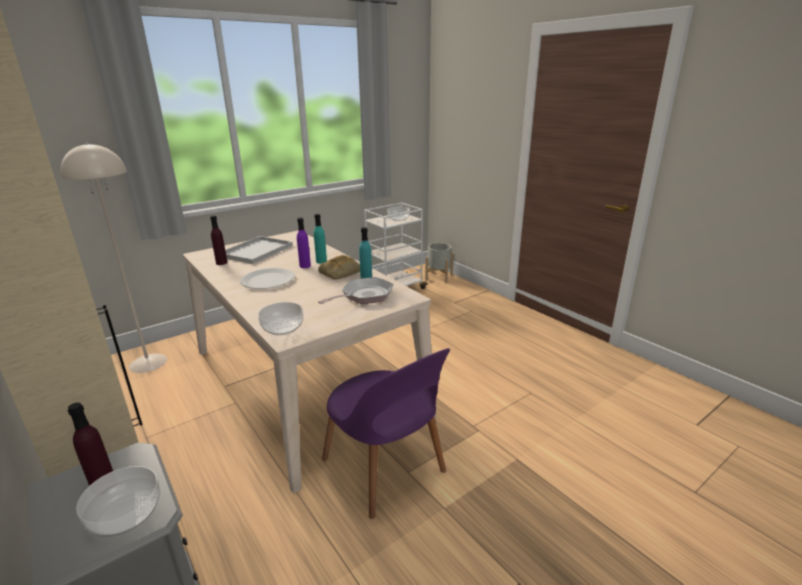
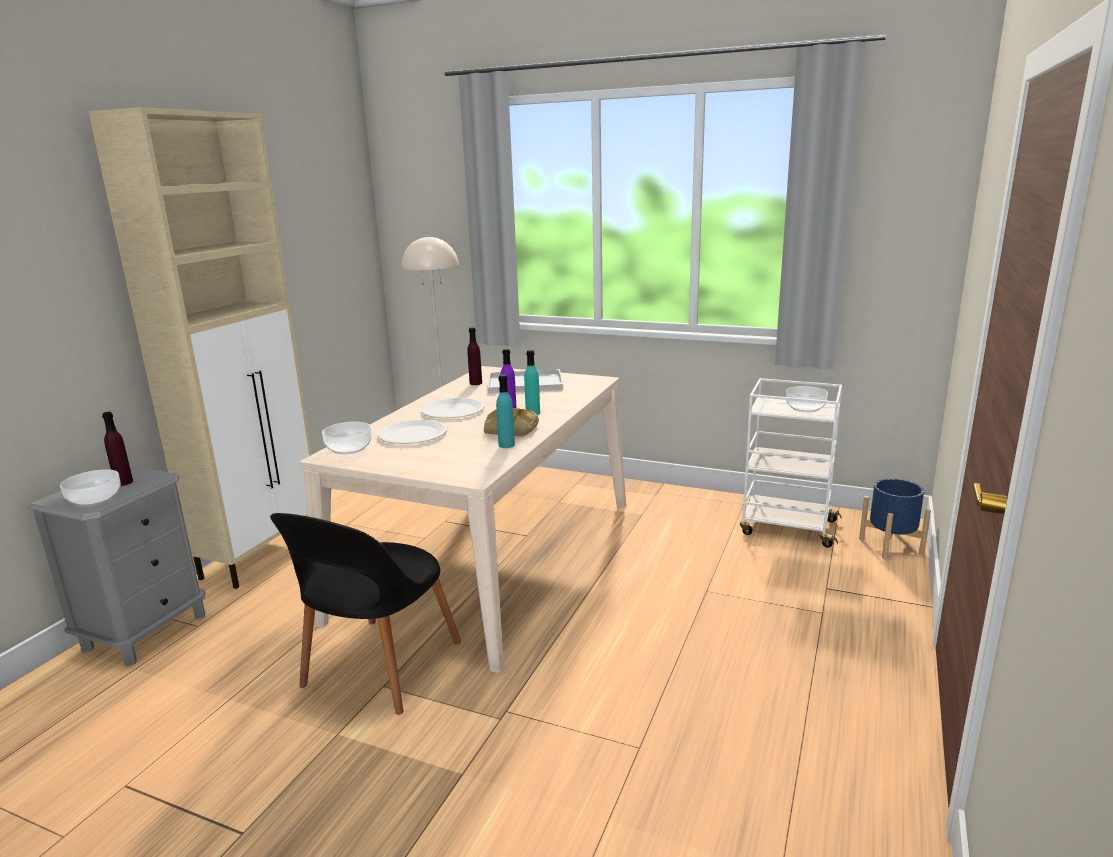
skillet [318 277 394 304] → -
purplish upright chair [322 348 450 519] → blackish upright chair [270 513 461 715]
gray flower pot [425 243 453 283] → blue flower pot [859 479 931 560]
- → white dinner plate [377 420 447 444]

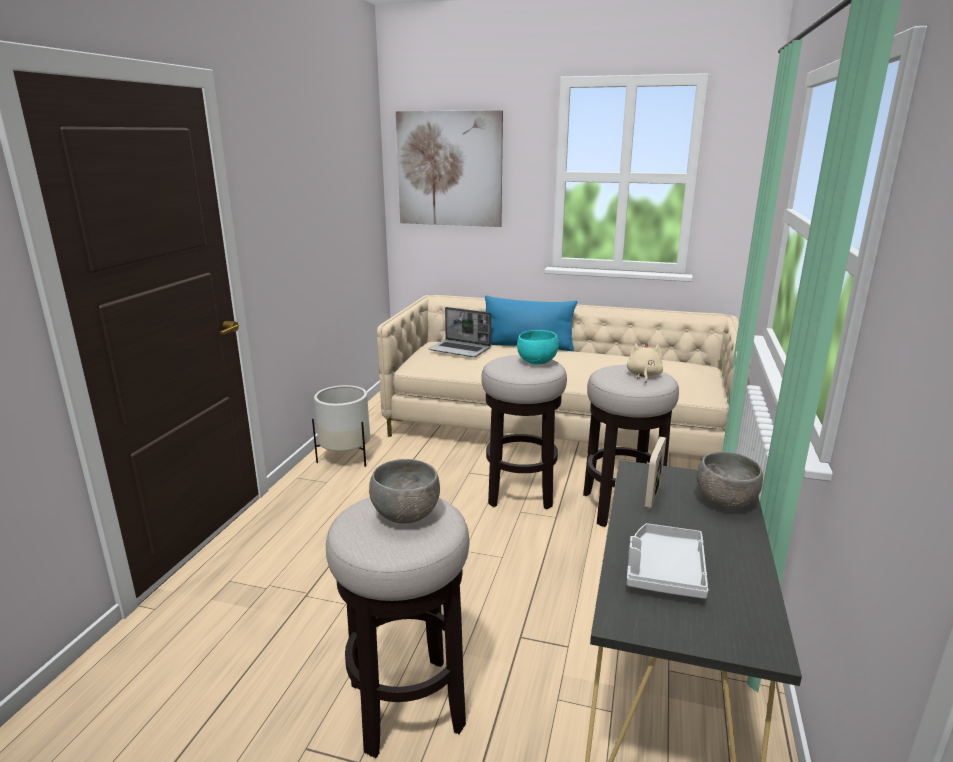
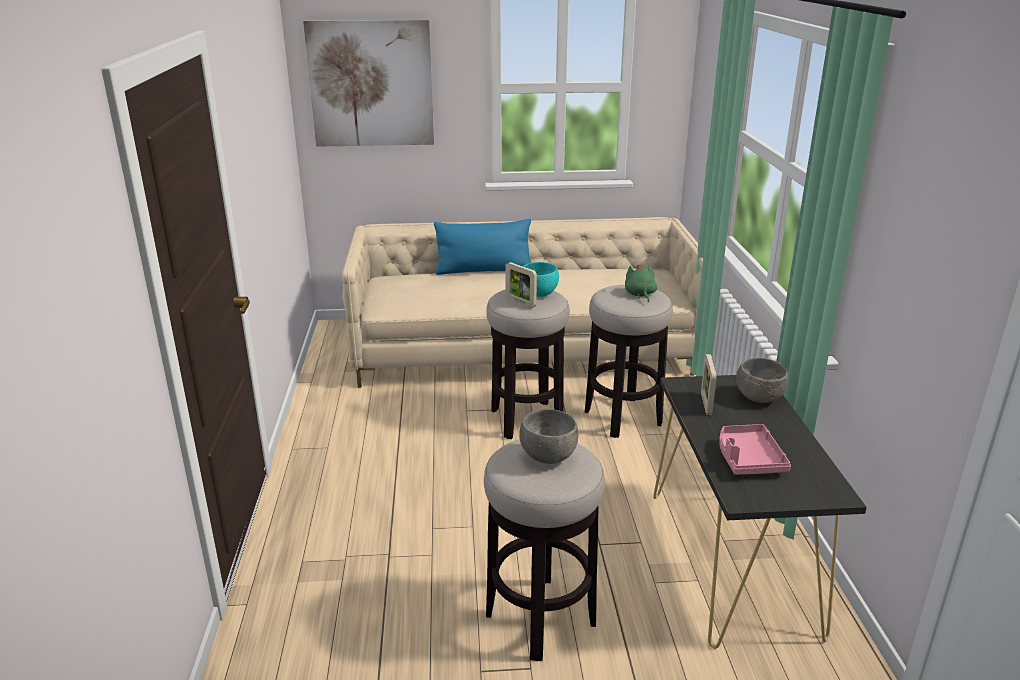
white flower pot [312 385 370 467] → -
laptop [429 307 491 357] → -
beige soft toy [627 343 663 383] → greenish soft toy [625 264 657 303]
gray tray [627 523 708 599] → pinkish tray [719 424 791 475]
- → standing frame [505 262 537 308]

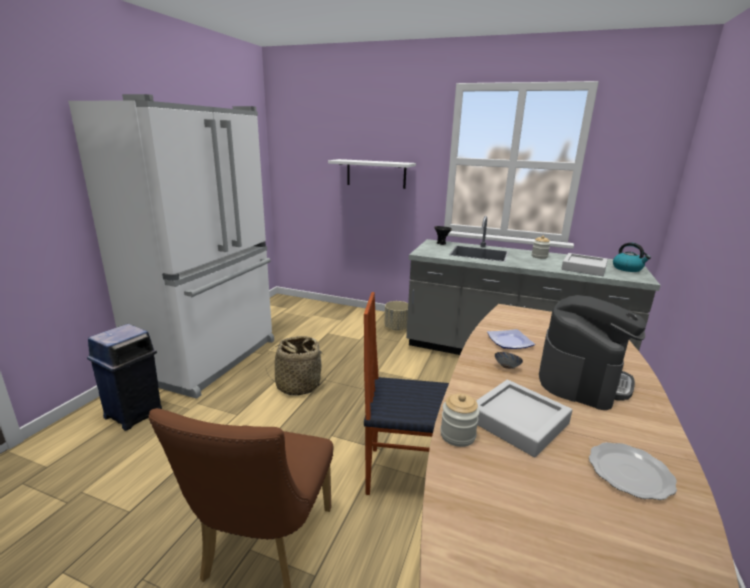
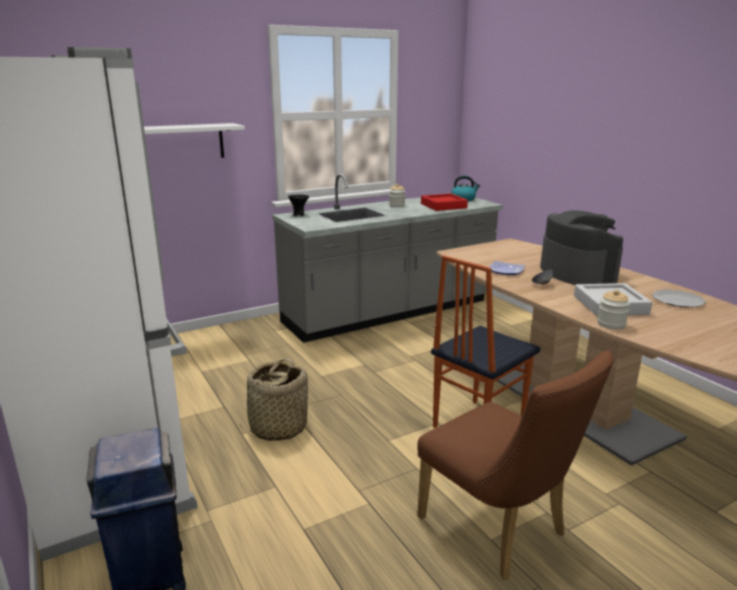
beige flower pot [384 301 408 330] → -
gray tray [562 253 608 276] → reddish tray [421 193 468 211]

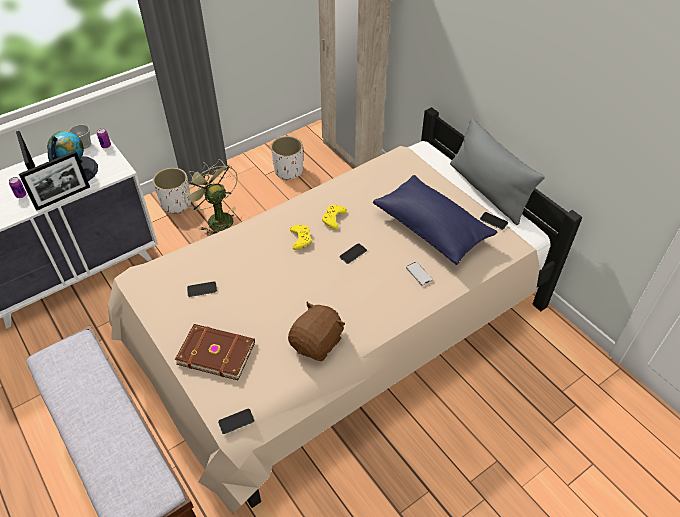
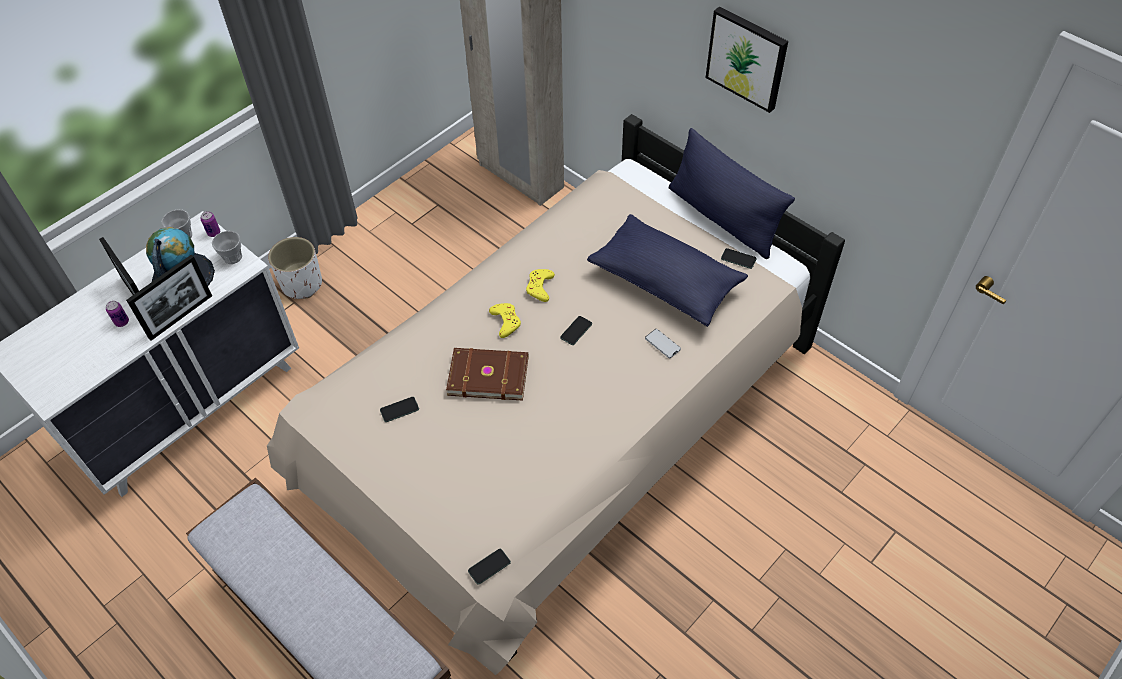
brown-coloured book [175 324 255 380] → brown-coloured book [446 348 528 401], move
greenish fan [180 159 238 236] → -
white flower pot [271 136 303 180] → -
brown-coloured soft toy [288 302 345 361] → -
gray cushion [450 117 545 225] → blue cushion [669 128 795 259]
- → cup [212 231 242 264]
- → picture [705 6 788 113]

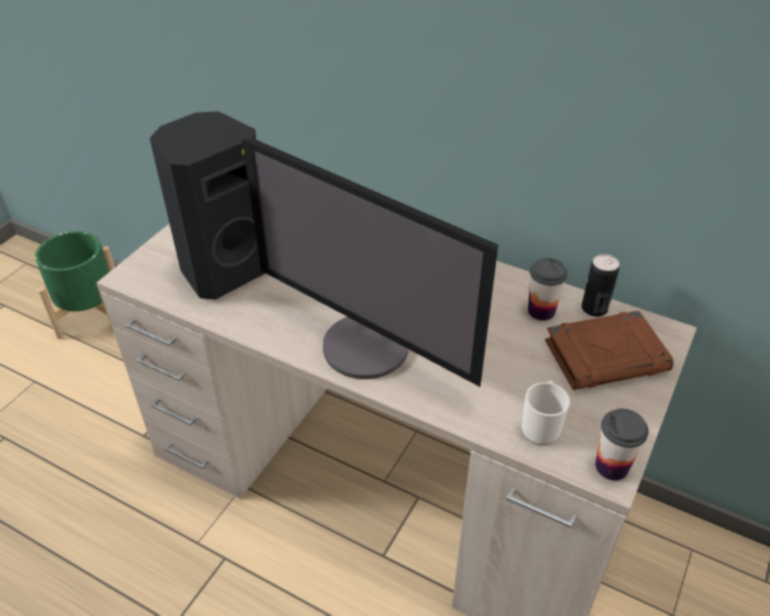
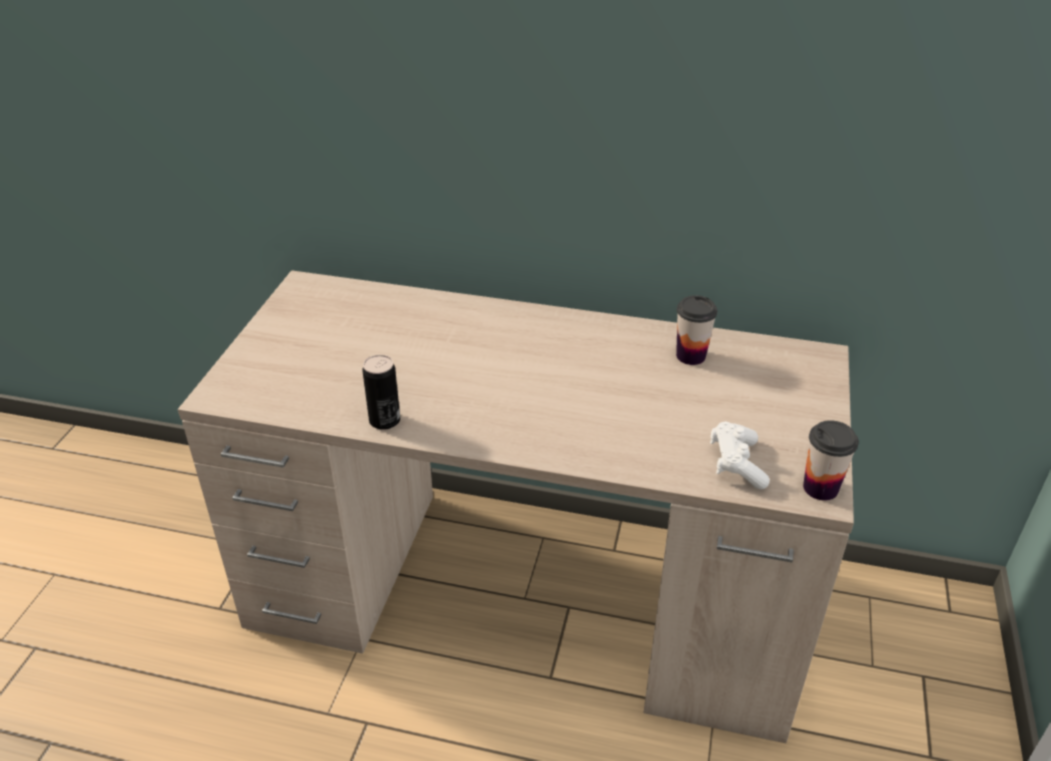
greenish flower pot [35 231 115 339] → -
blackish loudspeaker [150 111 266 300] → -
computer display [242 138 498 387] → -
coffee mug [522 380 570 445] → white joypad [710 422 770 489]
brown-coloured book [545 310 673 390] → -
can [582 254 619 317] → can [362 355 400 430], move

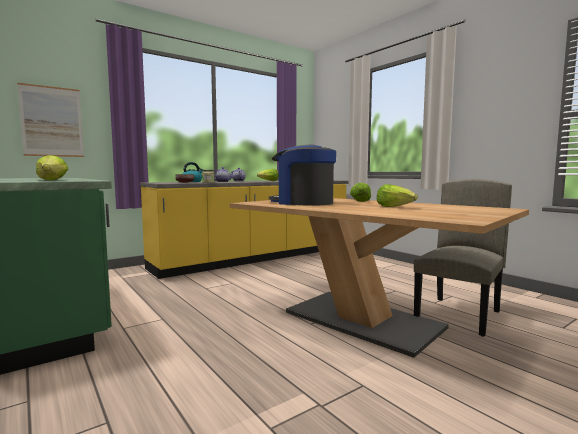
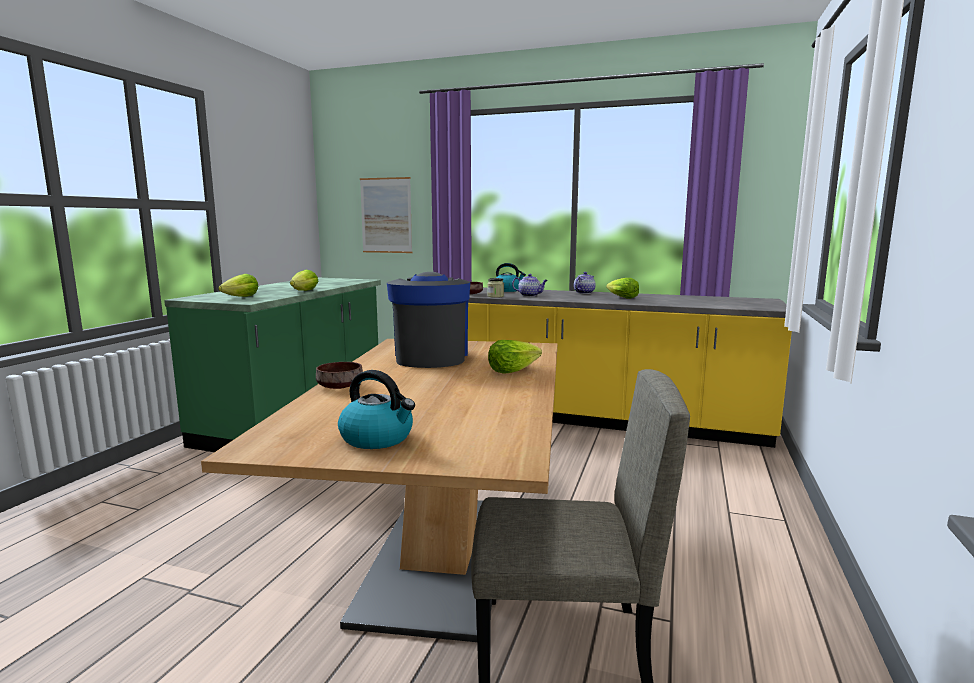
lettuce head [377 184 417 207] → lettuce head [290 270 319 291], move
- → brown-coloured bowl [316 362 363 389]
- → water kettle [338 370 415 449]

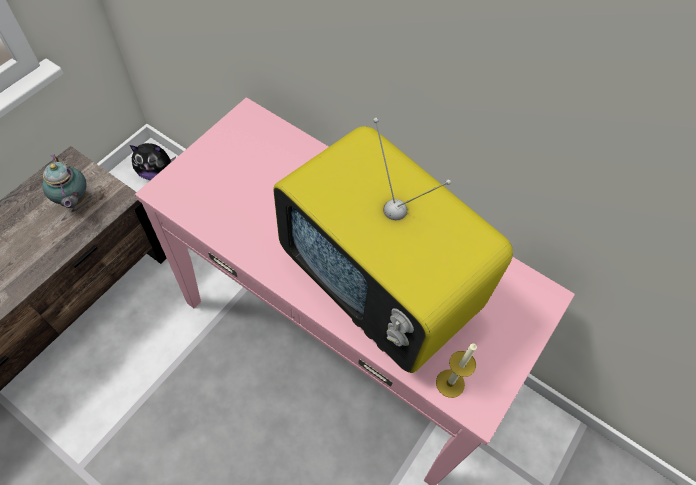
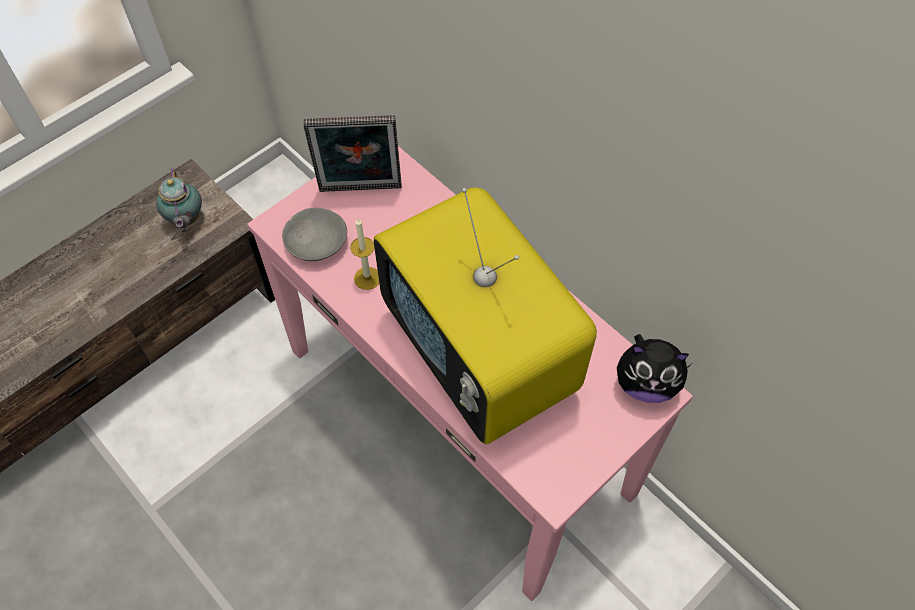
soft toy [130 143 176 180] → soft toy [617 334 691 403], move
candle [436 344 477 398] → candle [350 218 379 290], move
- → gray bowl [282 208 347 261]
- → standing frame [303 115 402 192]

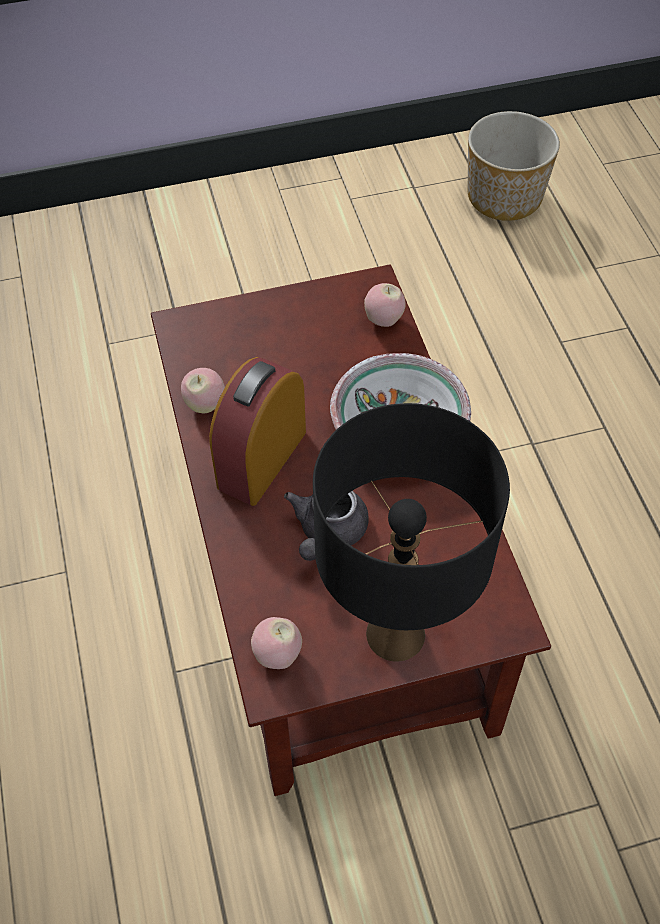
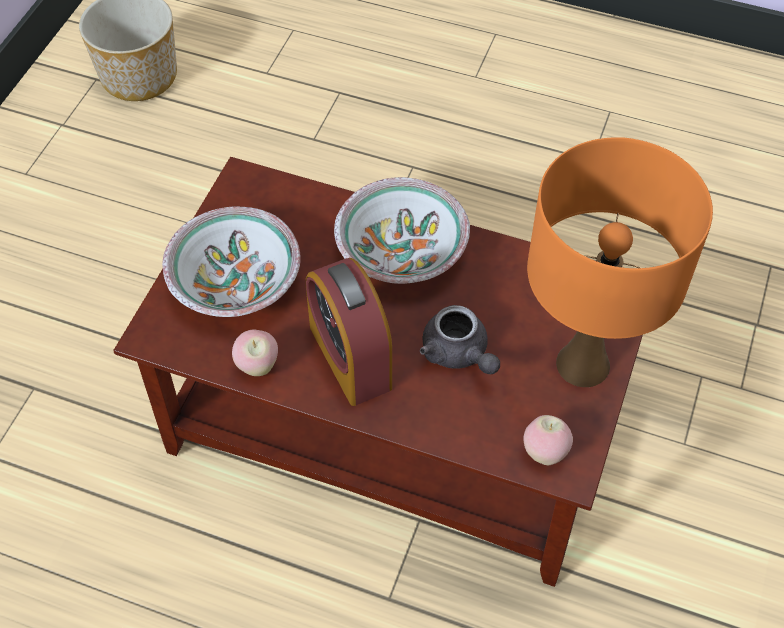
blackish table lamp [313 403 510 662] → orangey table lamp [527 137 713 387]
apple fruit [364 283 406 327] → -
- → bowl [162 207 301 317]

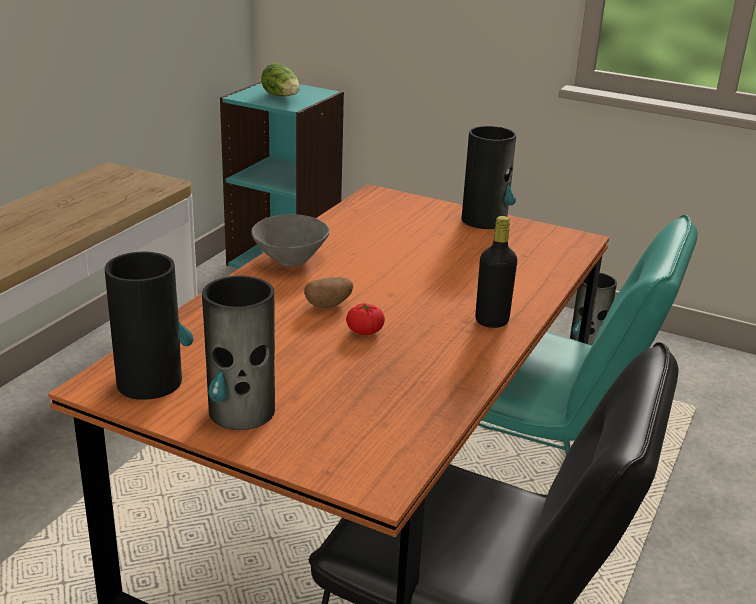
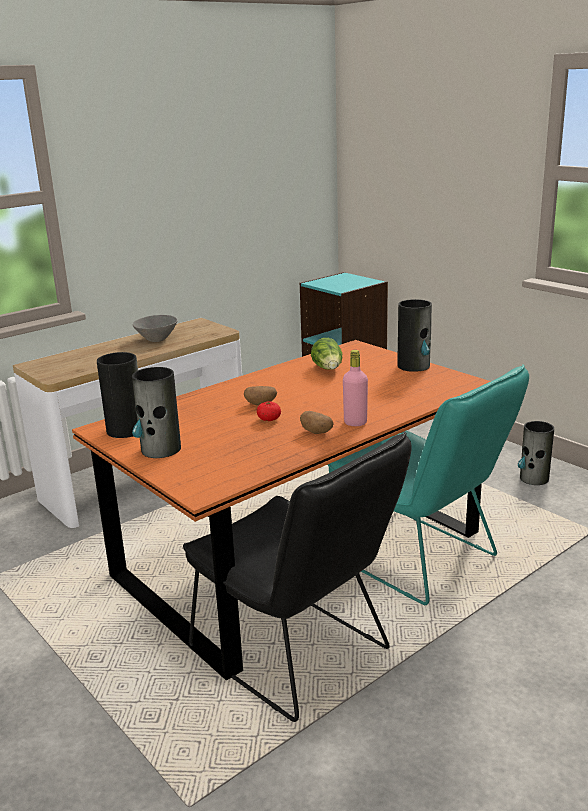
gray bowl [251 214 330 267] → gray bowl [133 315 178 342], move
lettuce head [261 63 300 96] → lettuce head [311 338 342 370], move
blackish beverage bottle [475 216 517 328] → pinkish beverage bottle [343 350 368 426]
- → potato [300 411 334 434]

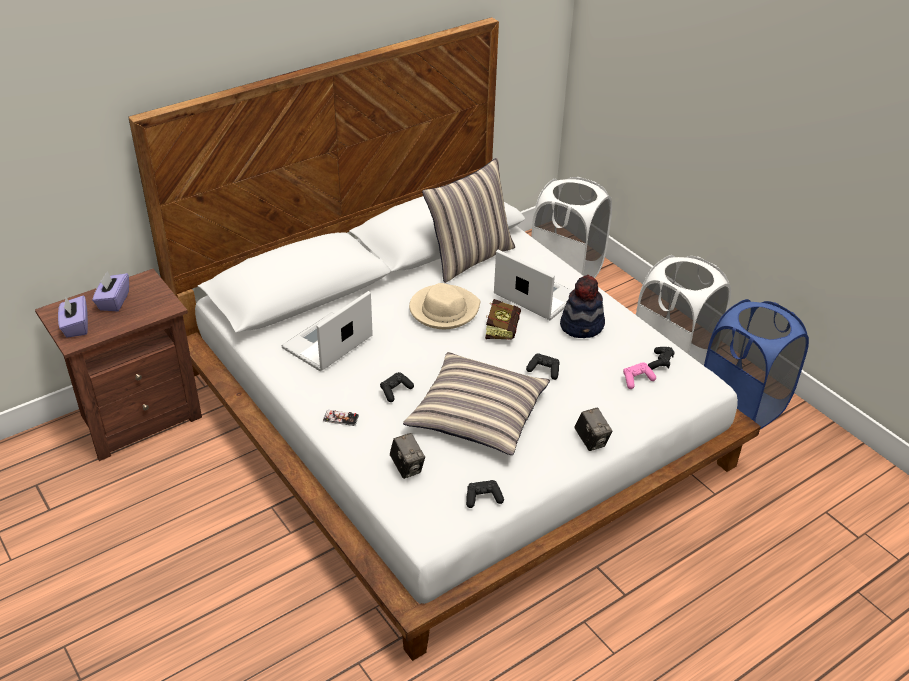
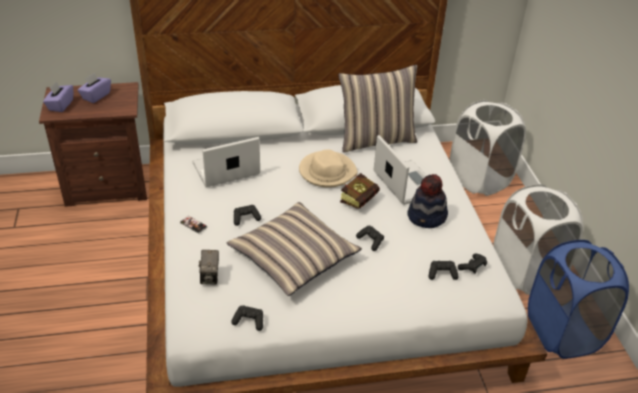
still camera [575 408 613 451] → -
pinkish joypad [623 362 656 389] → blackish joypad [429 261 459 280]

